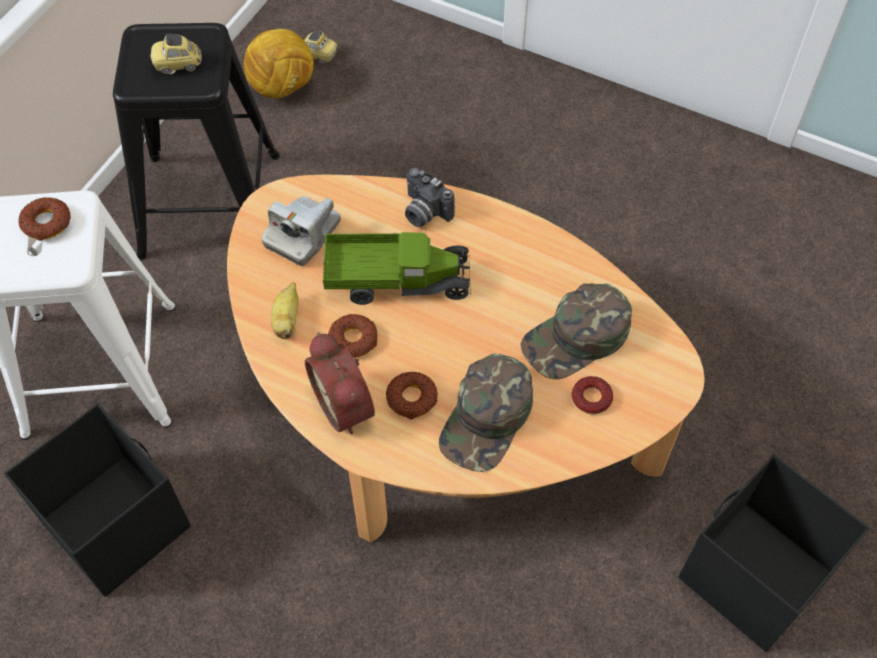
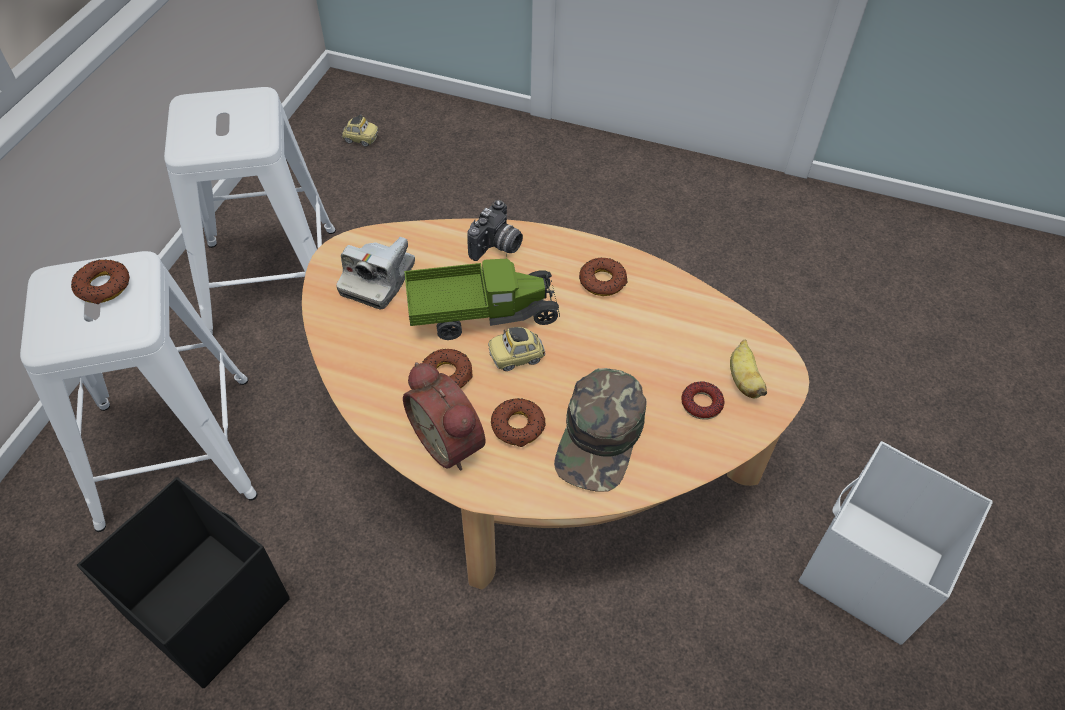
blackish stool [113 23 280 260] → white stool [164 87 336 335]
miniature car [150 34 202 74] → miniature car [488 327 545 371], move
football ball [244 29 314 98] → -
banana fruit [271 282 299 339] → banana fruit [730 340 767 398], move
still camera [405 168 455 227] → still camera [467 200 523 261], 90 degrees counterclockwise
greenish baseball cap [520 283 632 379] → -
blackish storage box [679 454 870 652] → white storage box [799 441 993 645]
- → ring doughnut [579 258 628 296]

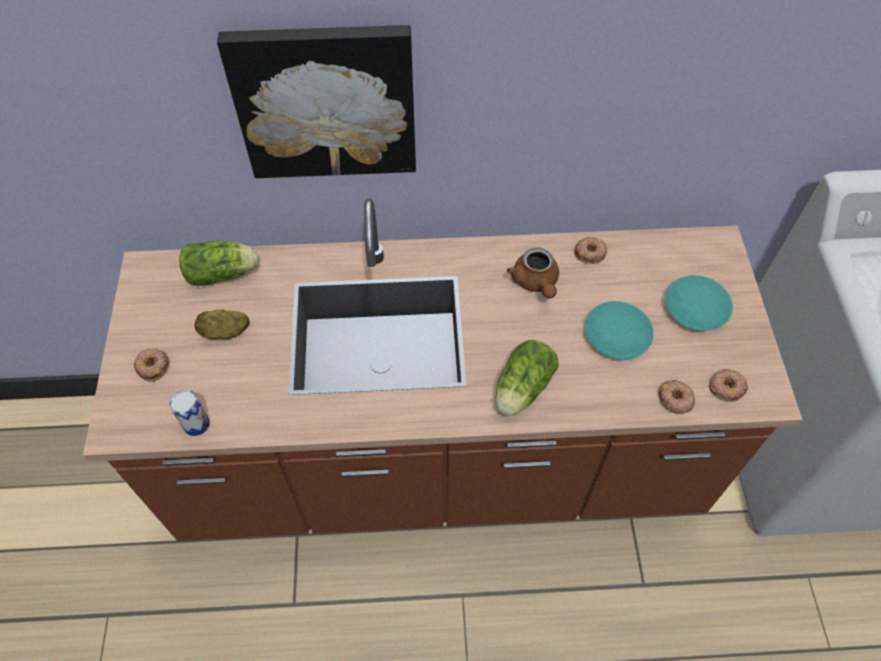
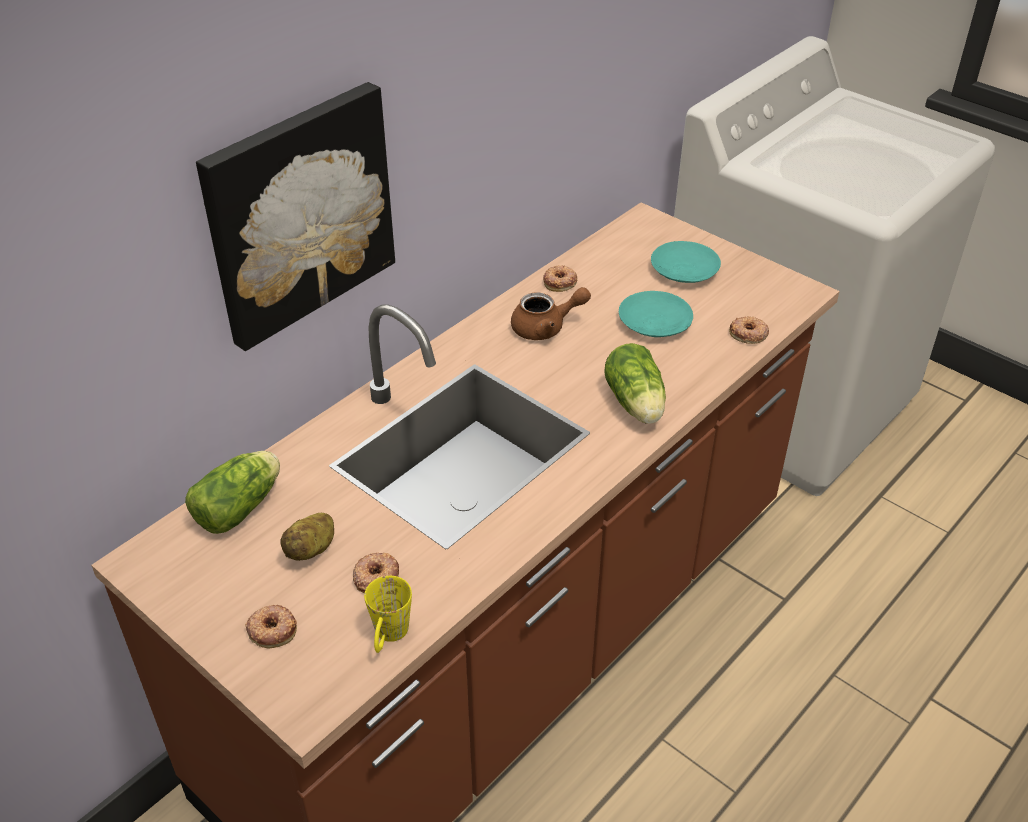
can [170 390 210 436] → yellow coffee mug [364 576 412 653]
brown-coloured tea pot [507 248 559 299] → brown-coloured tea pot [511 287 591 340], 45 degrees counterclockwise
ring doughnut [709 369 748 402] → ring doughnut [353 553 399 593], move

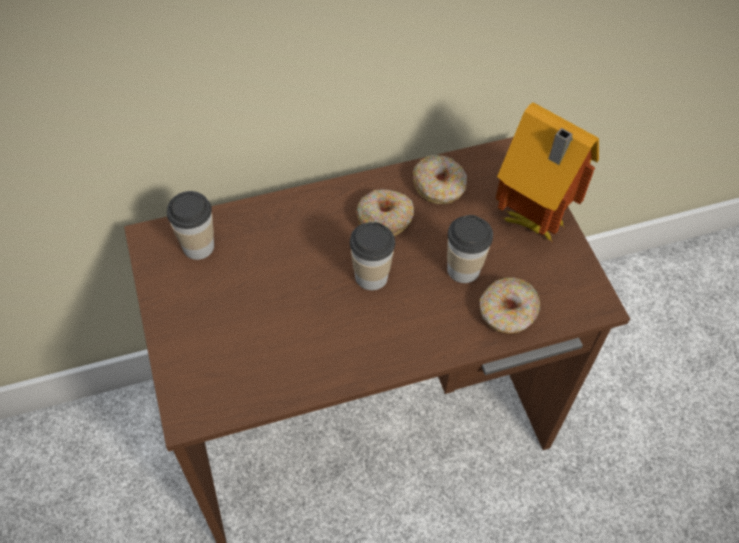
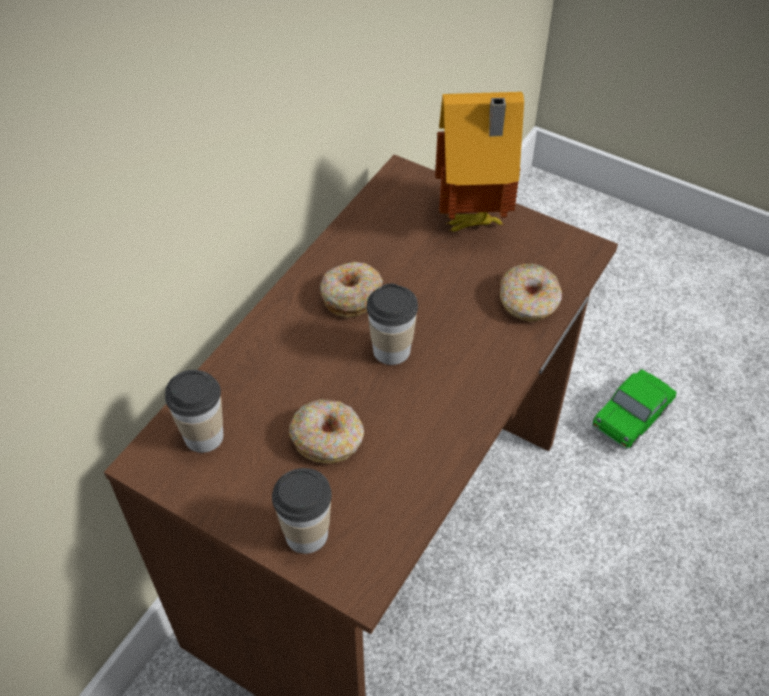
ring doughnut [413 155 467 204] → ring doughnut [289 399 364 464], move
cup [447 215 493 283] → cup [272 468 332 554], move
- → miniature car [592 369 677 450]

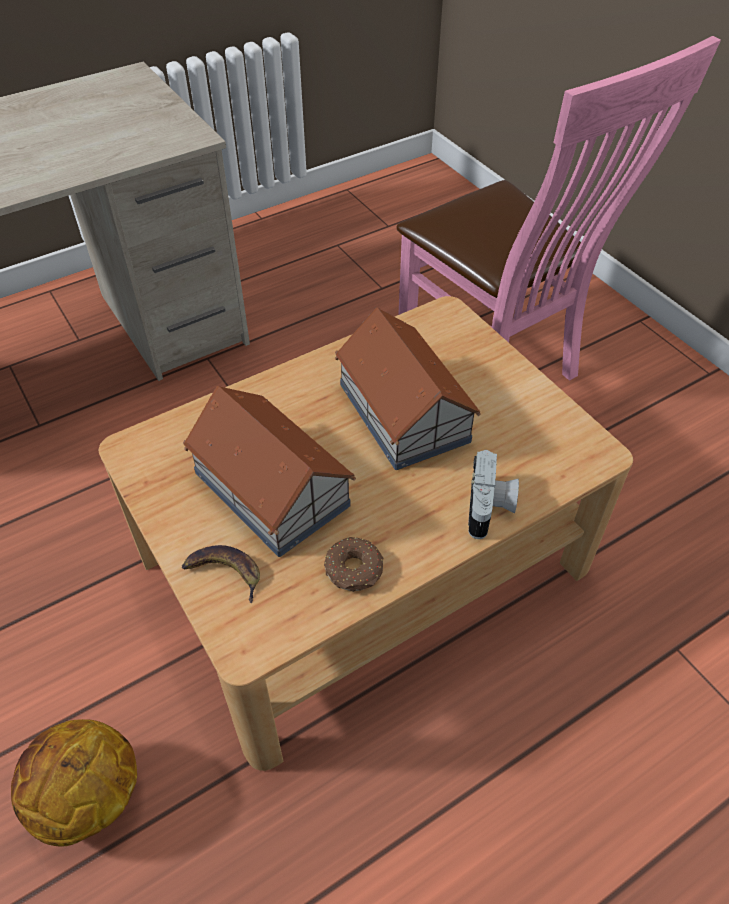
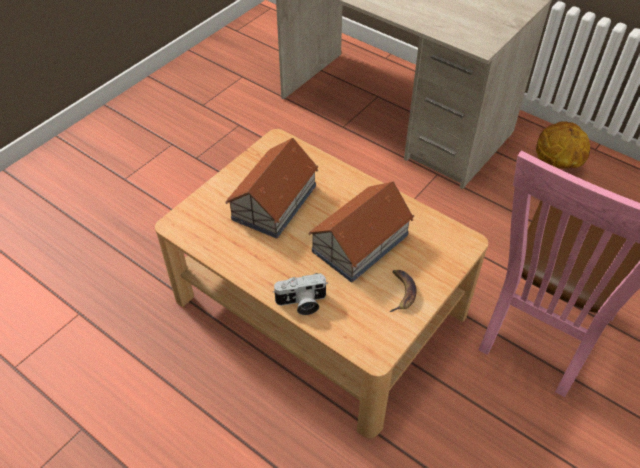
basketball ball [11 719 137 847] → basketball ball [536 121 590 169], move
banana fruit [182 545 260 603] → banana fruit [390 270 416 312], move
ring doughnut [324 537 383 592] → -

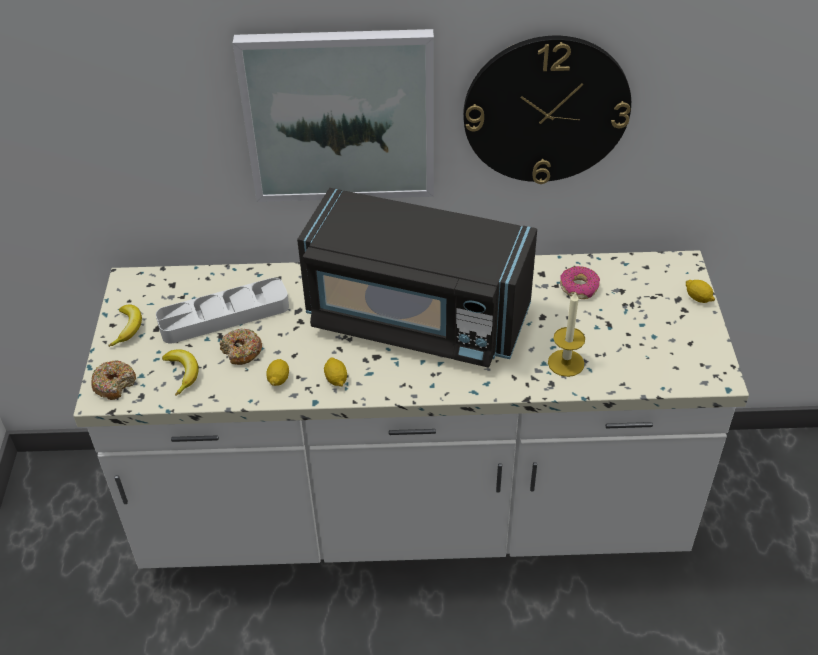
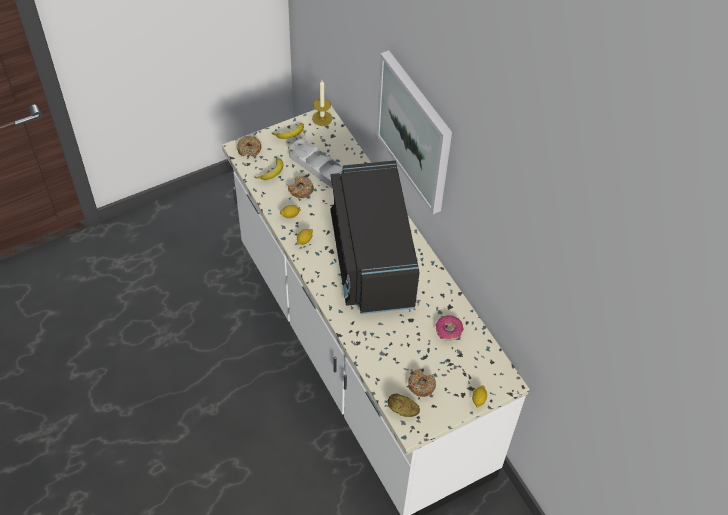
wall clock [463 36 631 184] → -
candle [548 291 585 377] → candle [312 81 333 126], move
- → potato [388 394 420 417]
- → ring doughnut [408 369 436 397]

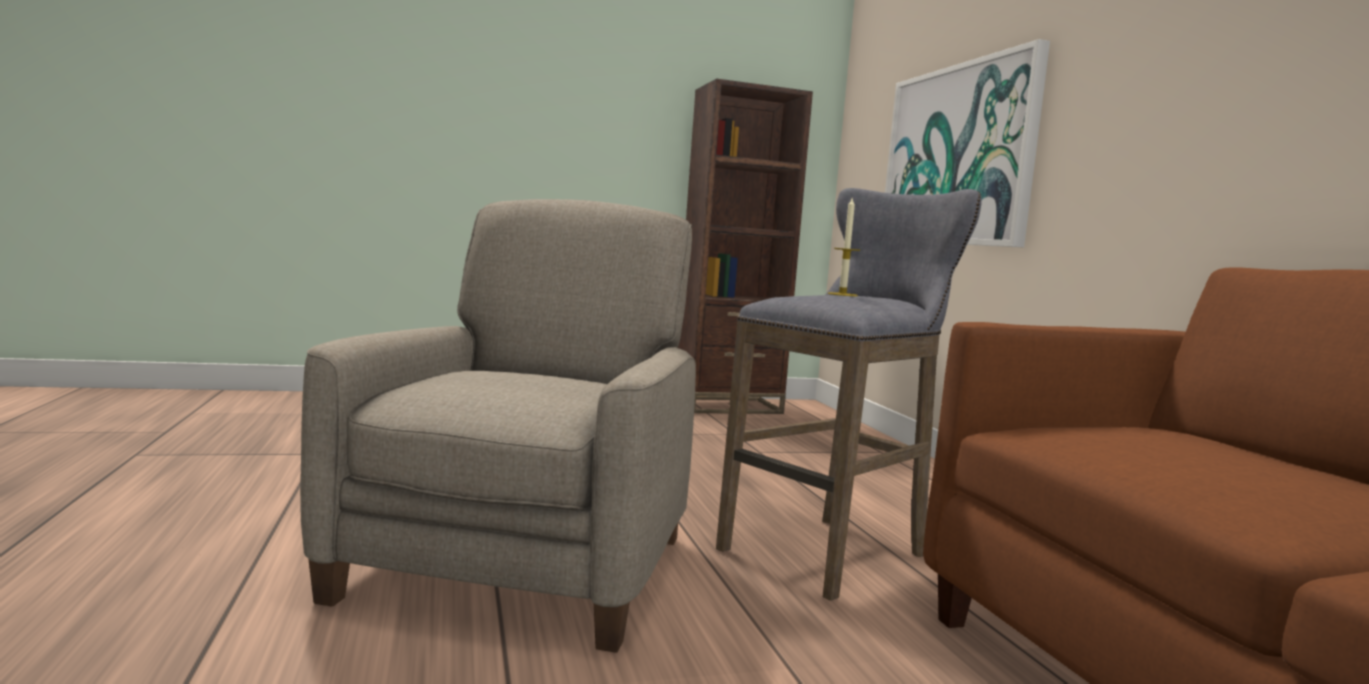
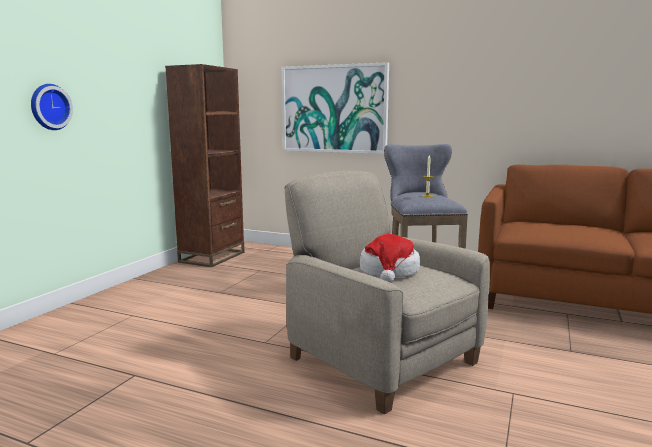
- → wall clock [31 84 73 130]
- → hat [360 234 420 283]

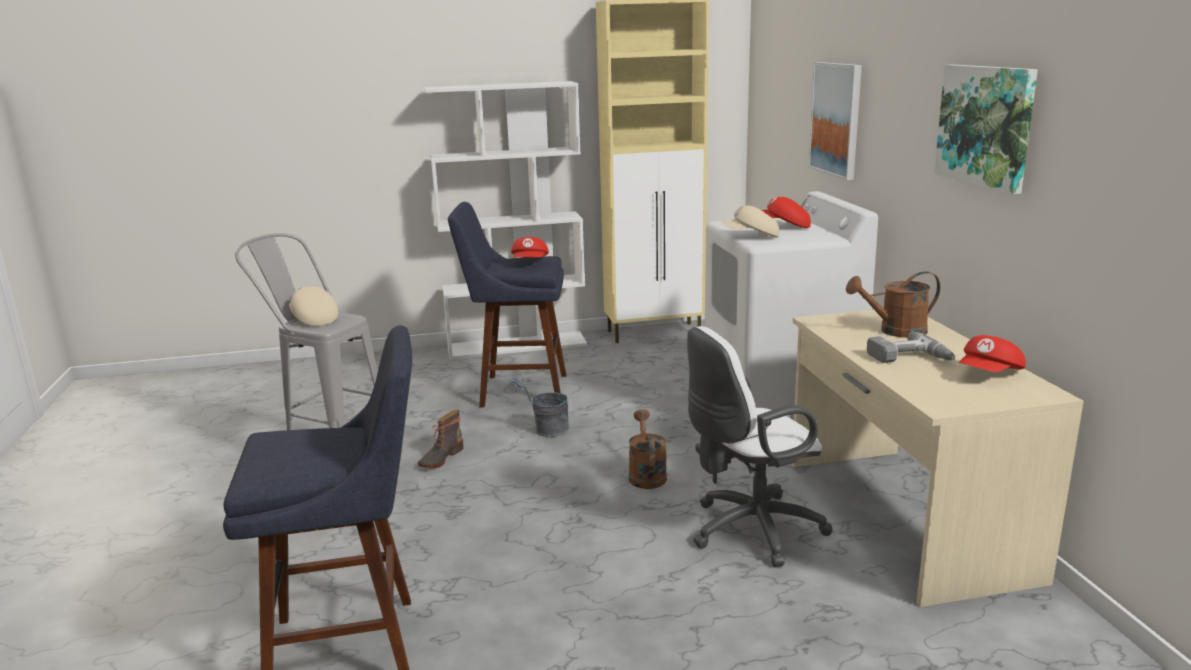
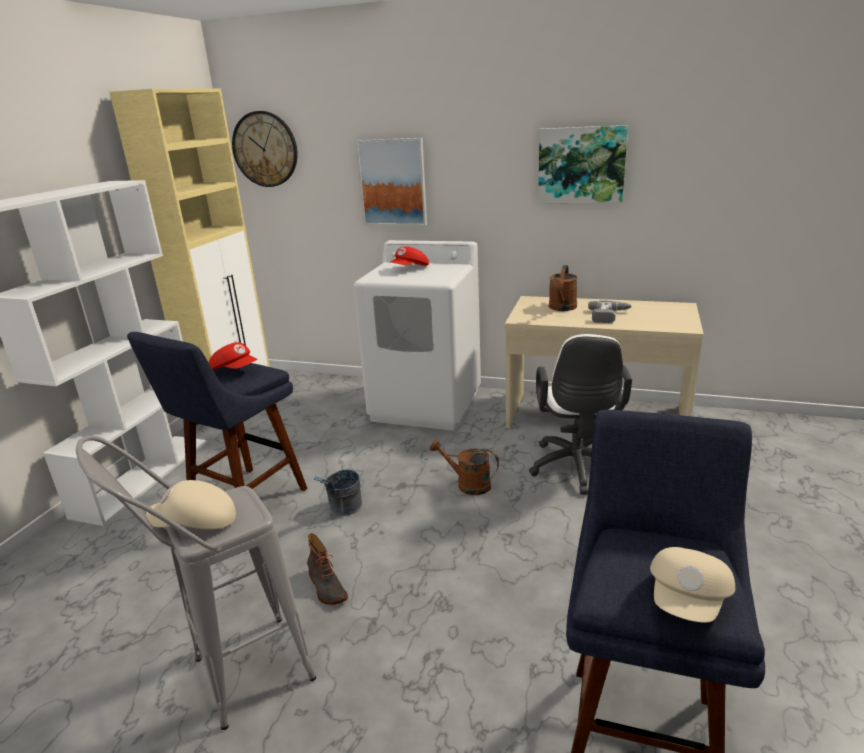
beige baseball cap [722 206 779 237] → beige baseball cap [650 547 735 622], move
reddish baseball cap [959 335 1026 372] → -
- → wall clock [232 111 298 187]

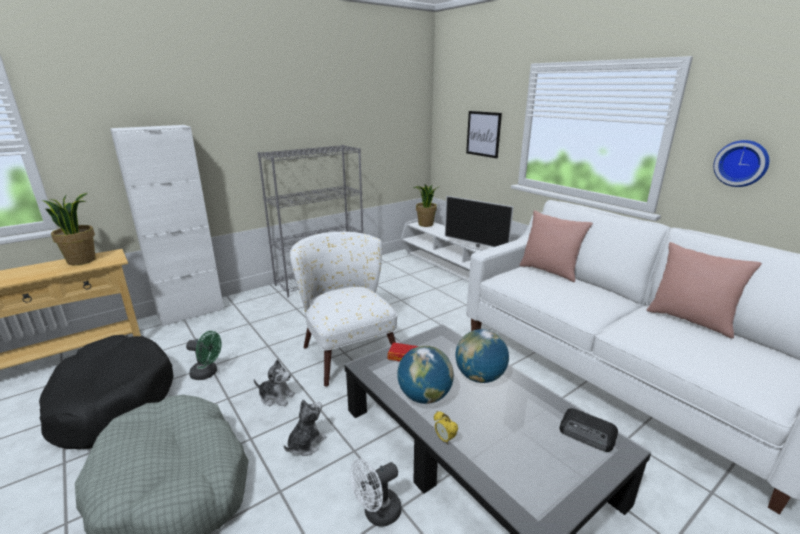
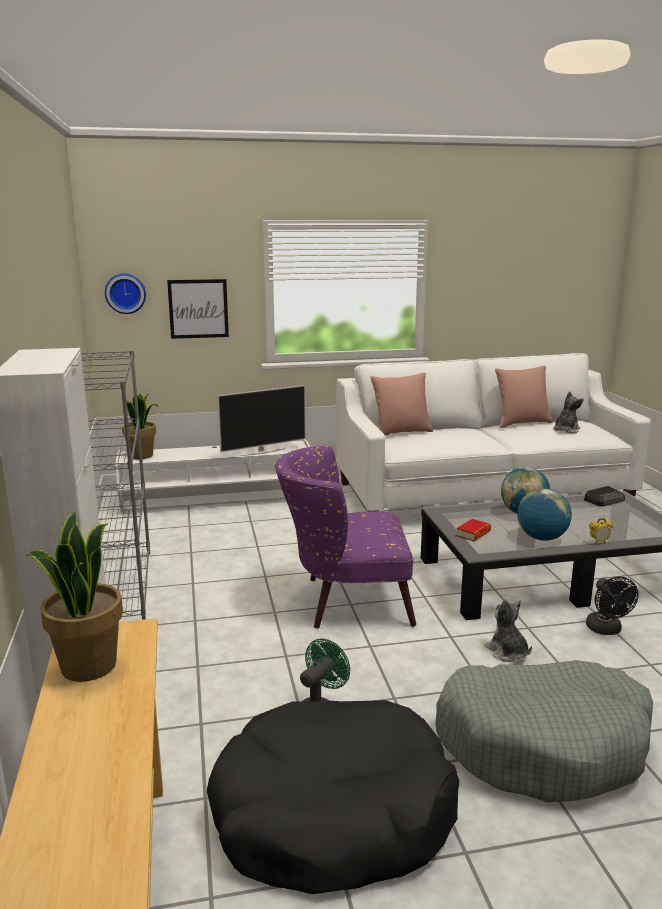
soft toy [254 360 295 406] → soft toy [553 391 584 433], move
white easy chair [290 232 397 387] → purplish easy chair [275 446 416 628]
white fan [350 458 401 527] → blackish fan [586 577 639 635]
wall clock [713 140 769 187] → wall clock [105 274 146 314], move

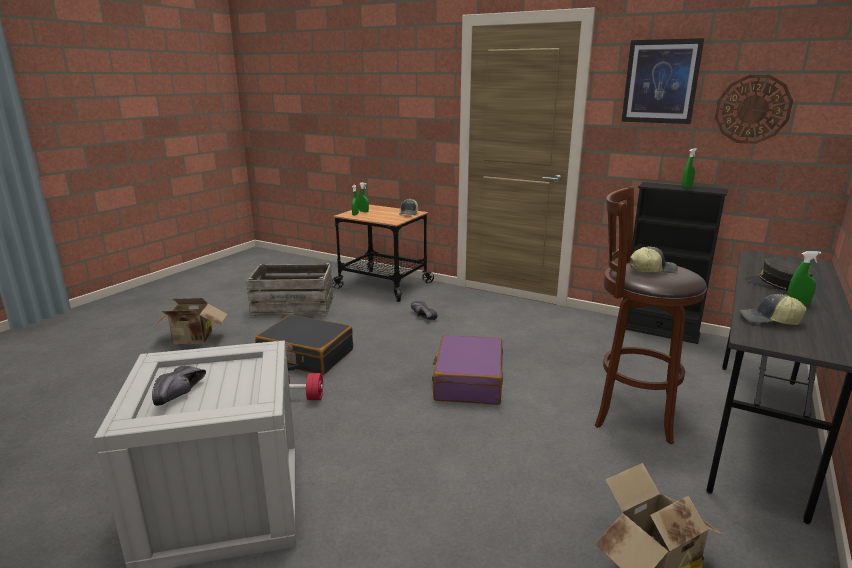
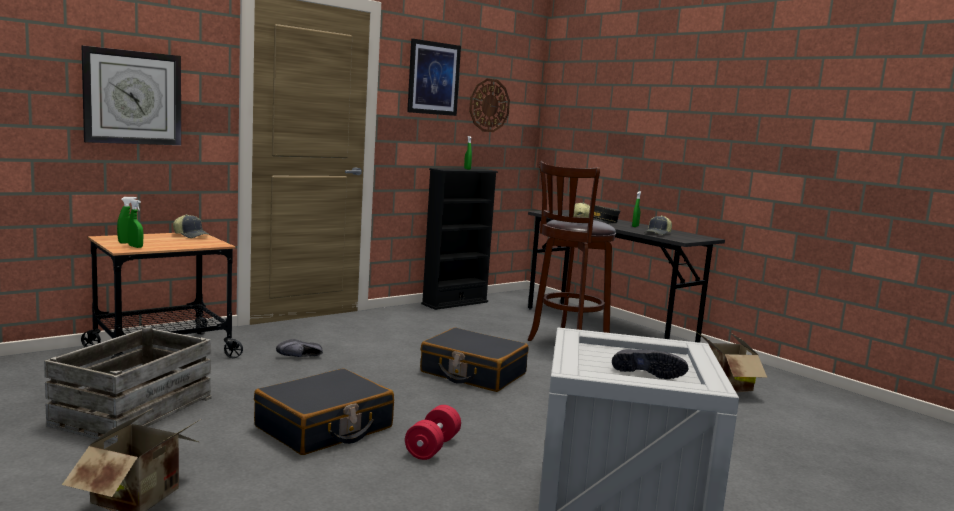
purplish travel case [432 335 503 405] → blackish travel case [420 327 528 392]
- → wall clock [82 46 181 145]

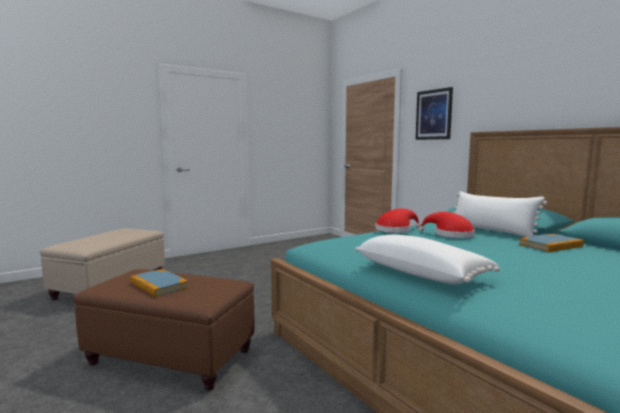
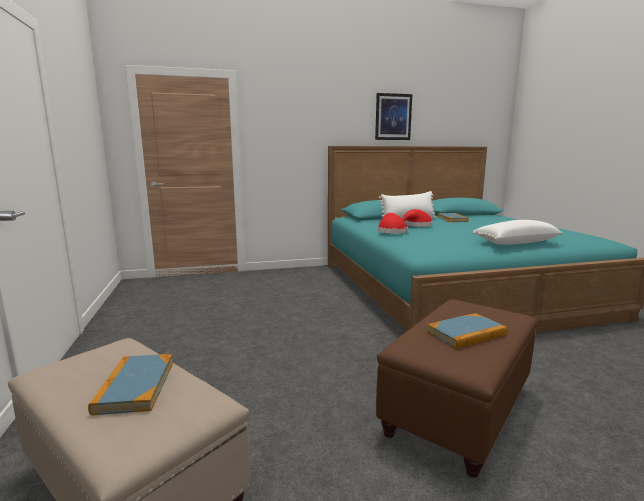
picture [415 87 453 140] → picture [375 93 412 140], move
- → book [88 354 173 415]

